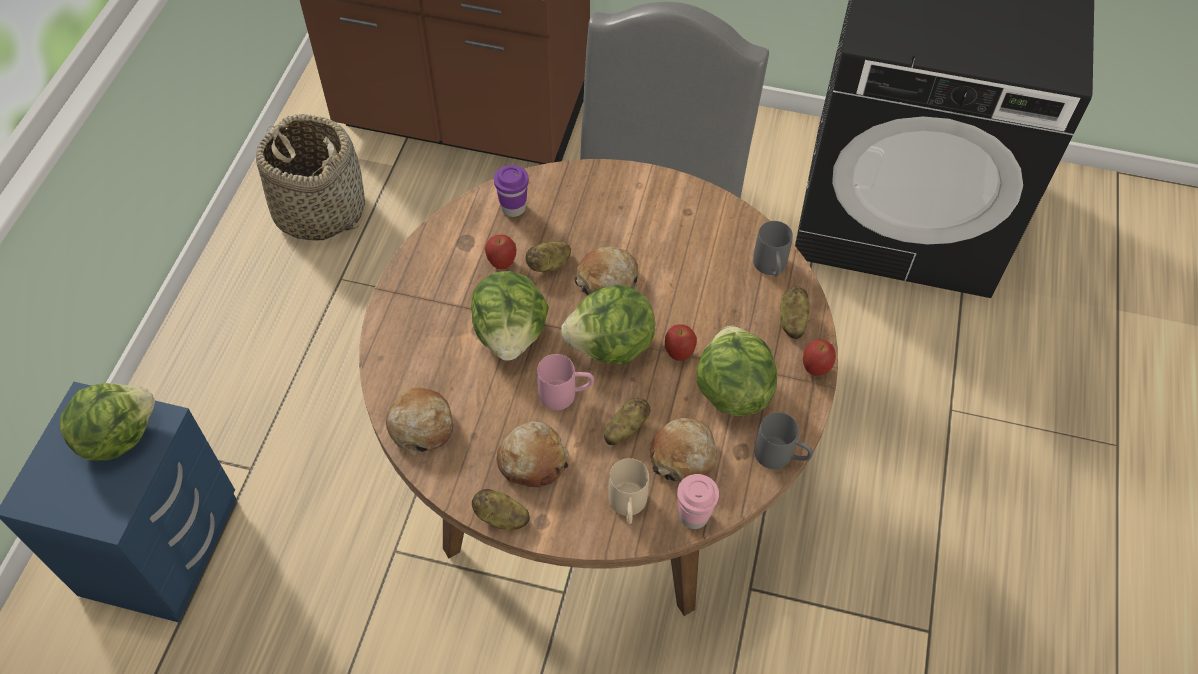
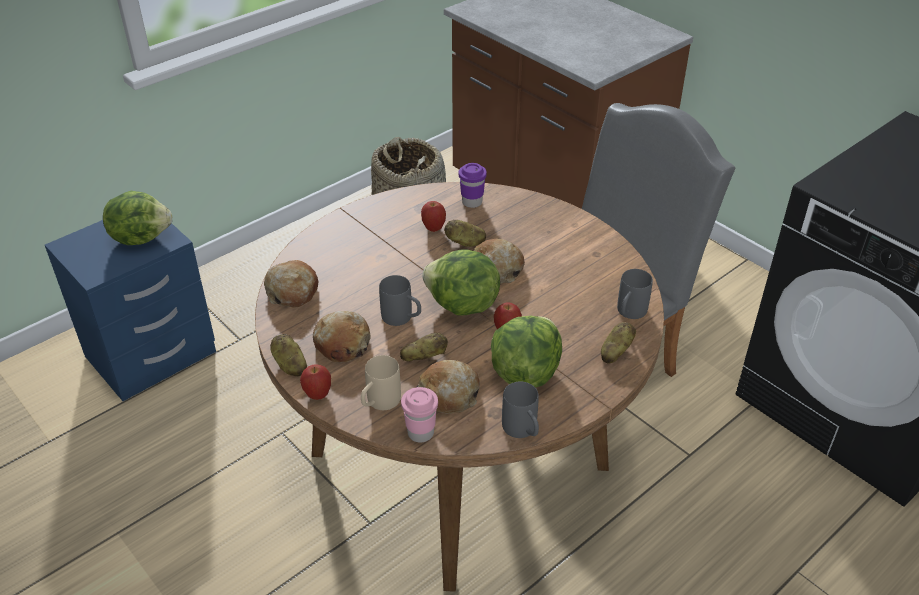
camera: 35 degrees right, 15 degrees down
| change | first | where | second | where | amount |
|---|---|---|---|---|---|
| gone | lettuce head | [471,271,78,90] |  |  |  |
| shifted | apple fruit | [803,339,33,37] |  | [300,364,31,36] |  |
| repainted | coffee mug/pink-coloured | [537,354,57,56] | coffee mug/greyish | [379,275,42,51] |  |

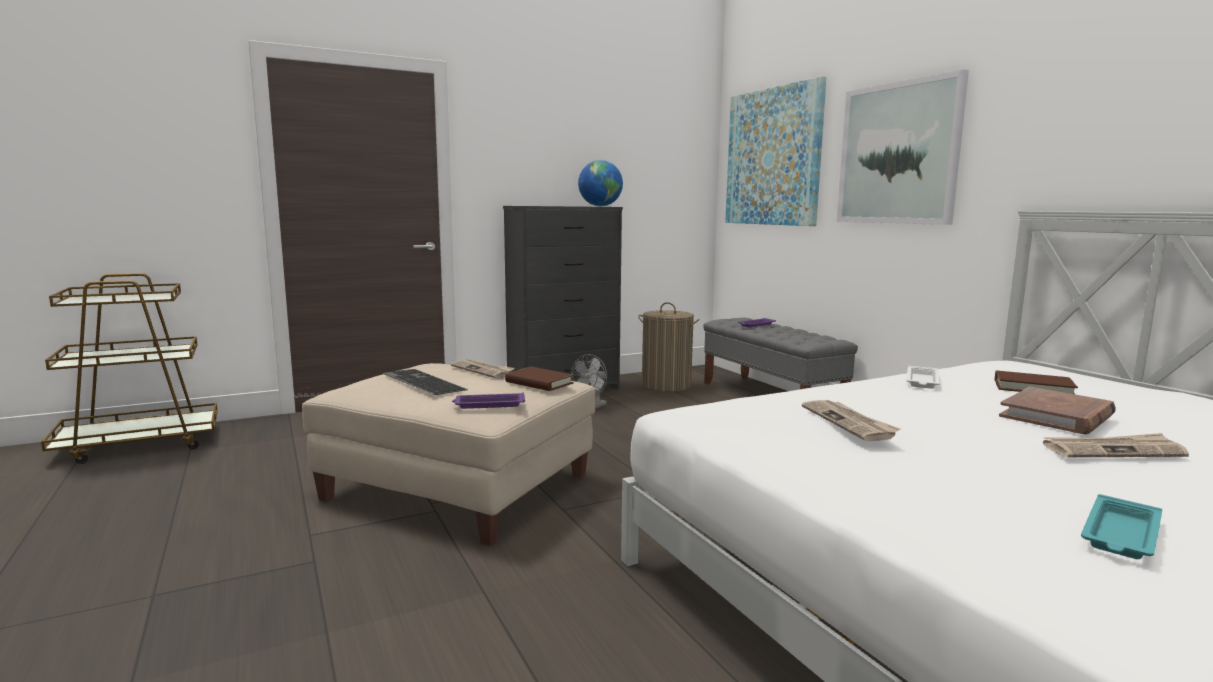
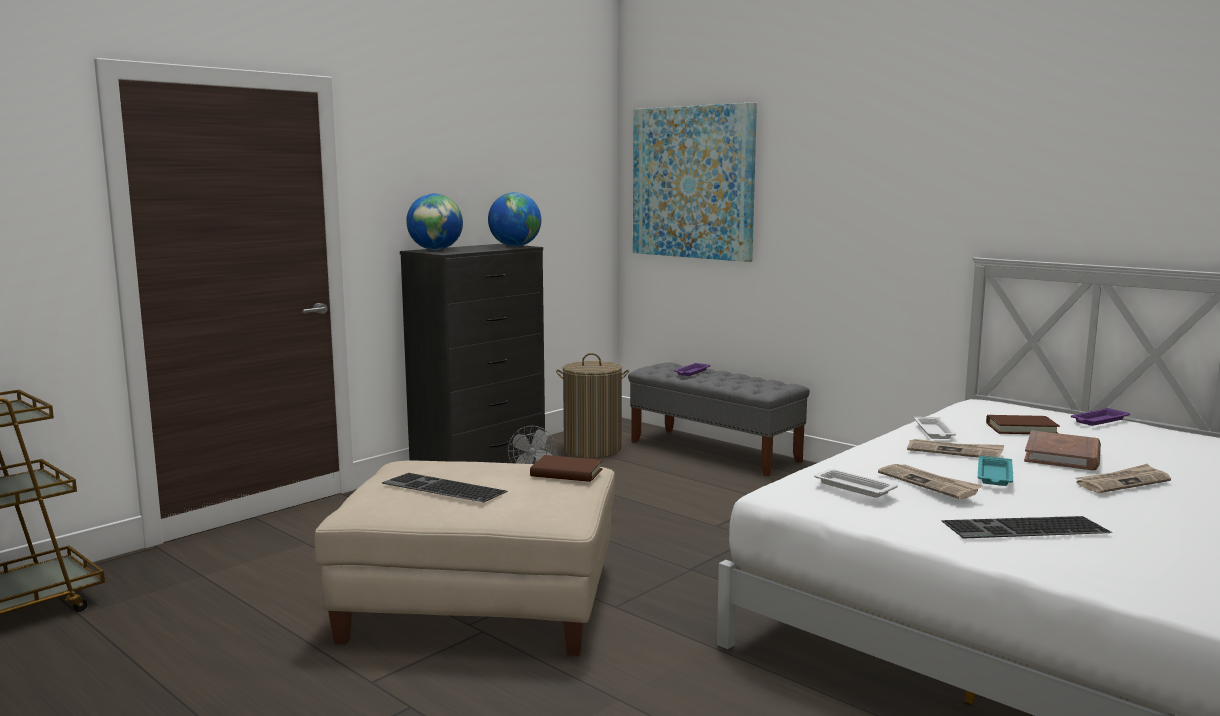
camera: 20 degrees left, 0 degrees up
| change | first | where | second | where | amount |
|---|---|---|---|---|---|
| gone | wall art | [837,69,132,156] |  |  |  |
| shifted | printed paper | [451,359,64,19] |  | [907,439,97,19] |  |
| shifted | carrying tray/purple | [452,392,73,17] |  | [1071,408,59,18] |  |
| shifted | carrying tray/turquoise-coloured | [1081,494,81,65] |  | [978,456,35,30] |  |
| new |  |  | world globe | [406,193,57,57] |  |
| new |  |  | carrying tray/white | [814,469,84,29] |  |
| new |  |  | keyboard | [941,516,172,23] |  |

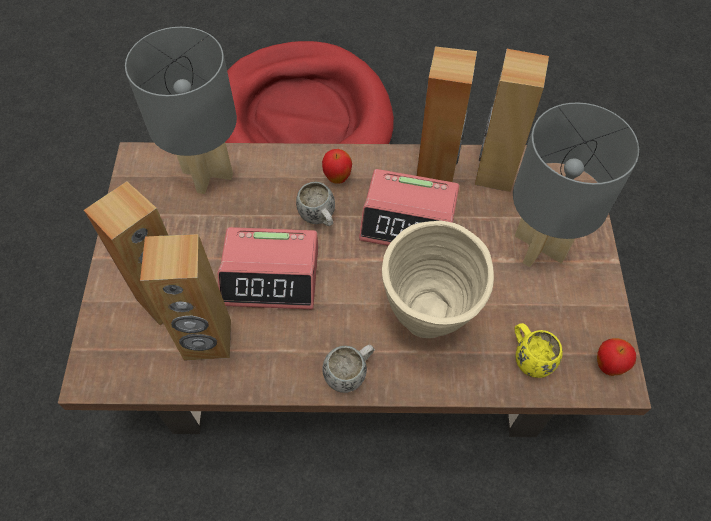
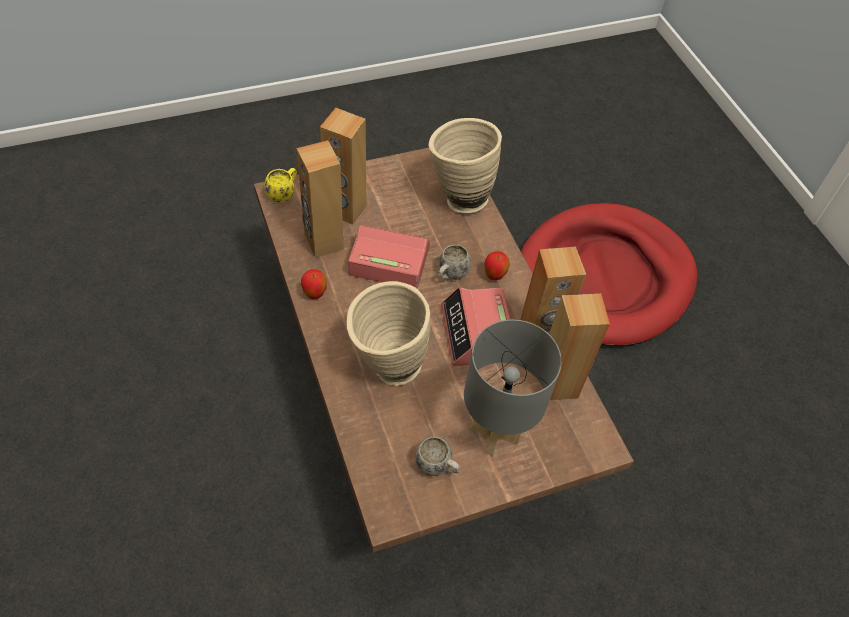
camera: 65 degrees right, 5 degrees down
| change | first | where | second | where | amount |
|---|---|---|---|---|---|
| swapped | tabletop lamp/greyish | [125,27,112,167] | flower vase/beige-coloured | [429,118,73,95] |  |
| rotated | bedside clock | [217,227,101,82] |  | [348,225,82,63] | 120 degrees clockwise |
| shifted | coffee mug/yellow | [514,323,49,55] |  | [265,168,32,34] |  |
| shifted | apple fruit | [597,338,39,38] |  | [301,269,26,30] |  |
| shifted | coffee mug/white | [322,344,53,49] |  | [415,436,45,40] |  |

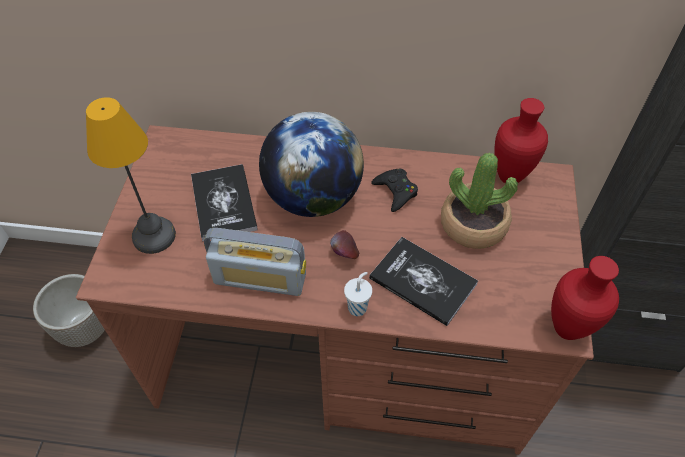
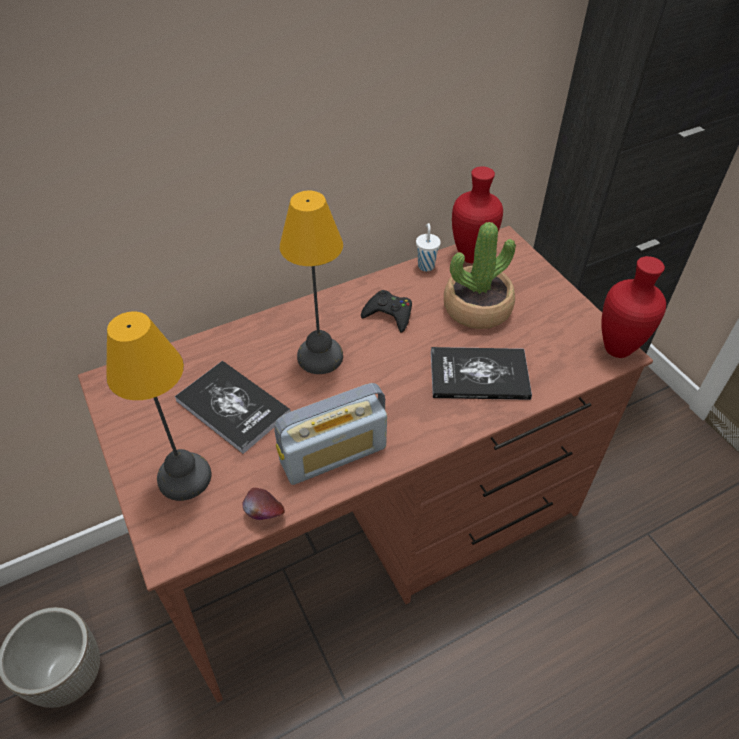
camera: 35 degrees left, 5 degrees down
| change | first | where | second | where | amount |
|---|---|---|---|---|---|
| swapped | world globe | [259,112,105,105] | tabletop lamp | [280,191,63,183] |  |
| shifted | apple fruit | [330,230,29,29] |  | [242,488,43,32] |  |
| shifted | drinking cup/white | [344,272,28,44] |  | [416,223,25,49] |  |

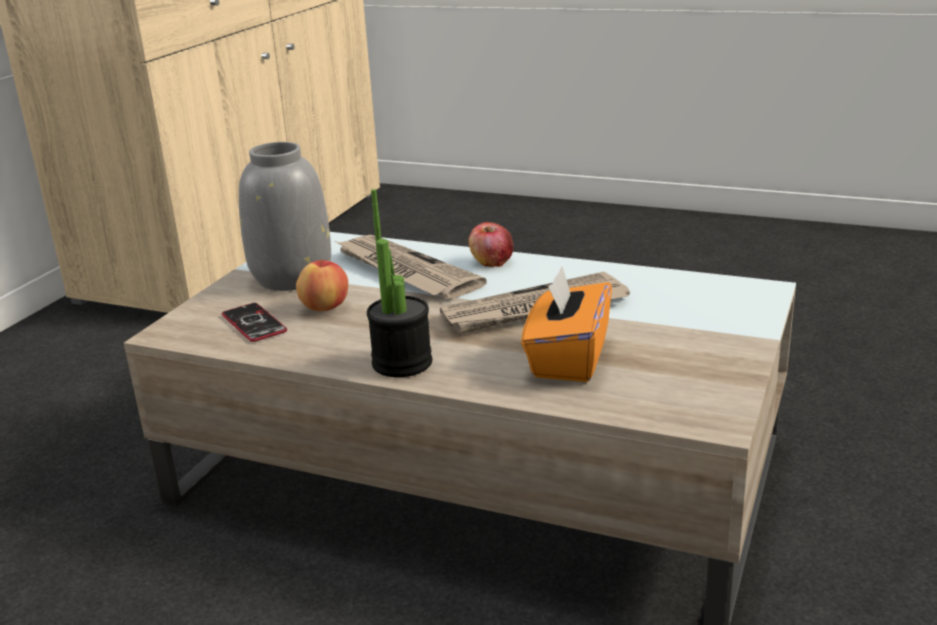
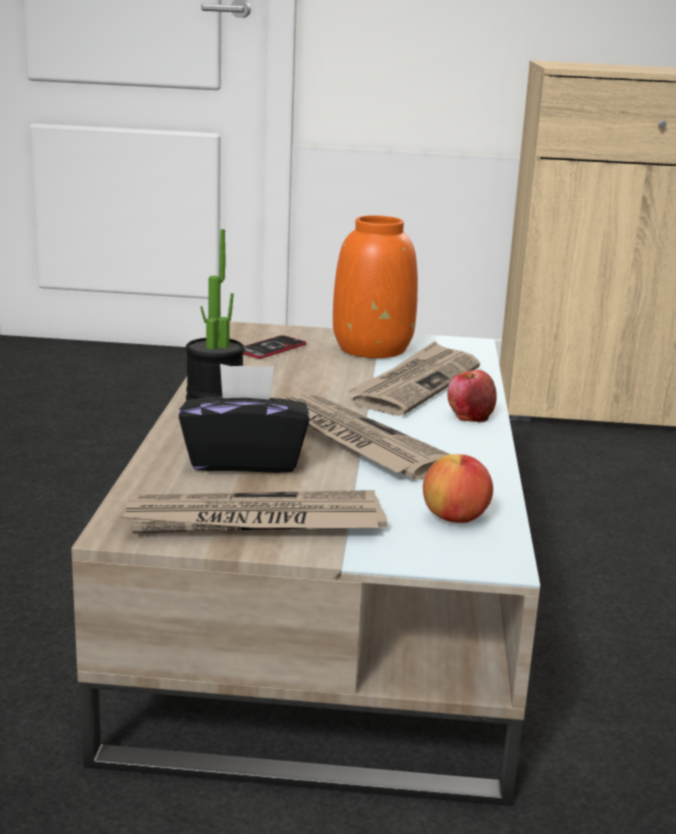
camera: 70 degrees right, 5 degrees down
| change | first | where | second | where | amount |
|---|---|---|---|---|---|
| repainted | flower vase/greyish | [239,142,92,149] | flower vase/orange-coloured | [333,215,85,143] |  |
| shifted | apple fruit | [296,259,52,52] |  | [423,454,70,69] |  |
| repainted | tissue holder/orange-coloured | [521,267,91,115] | tissue holder/black | [179,364,131,109] |  |
| new |  |  | printed paper | [121,490,266,44] |  |

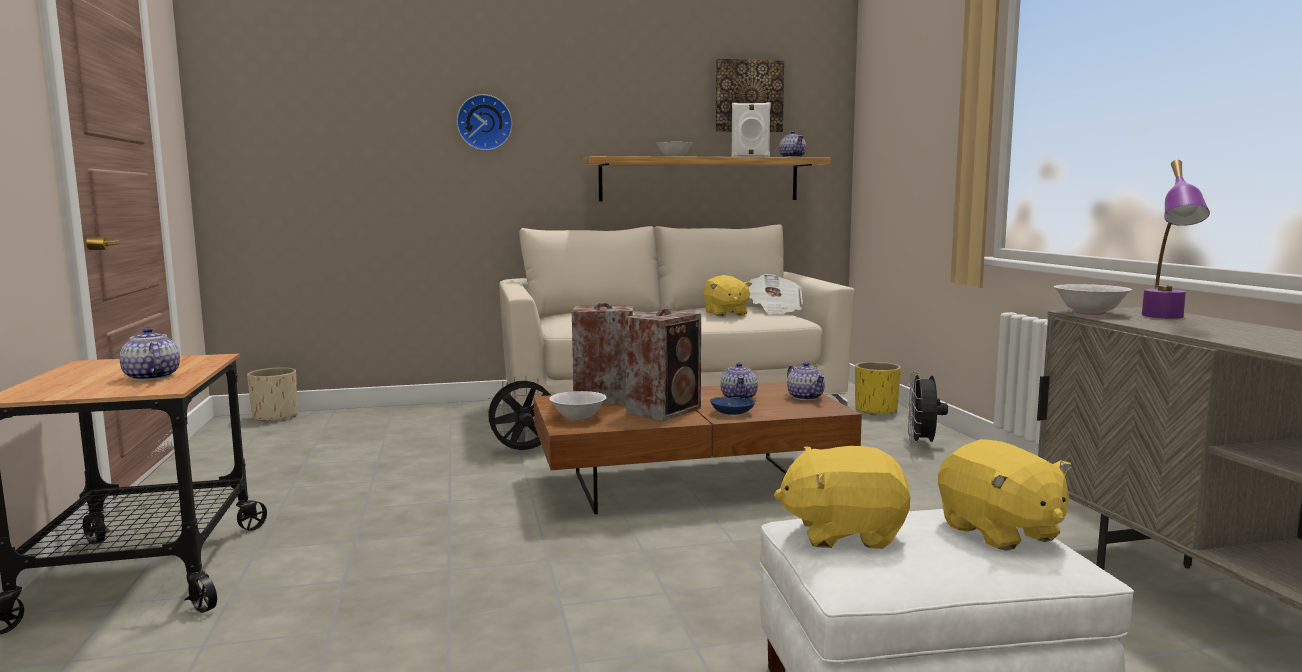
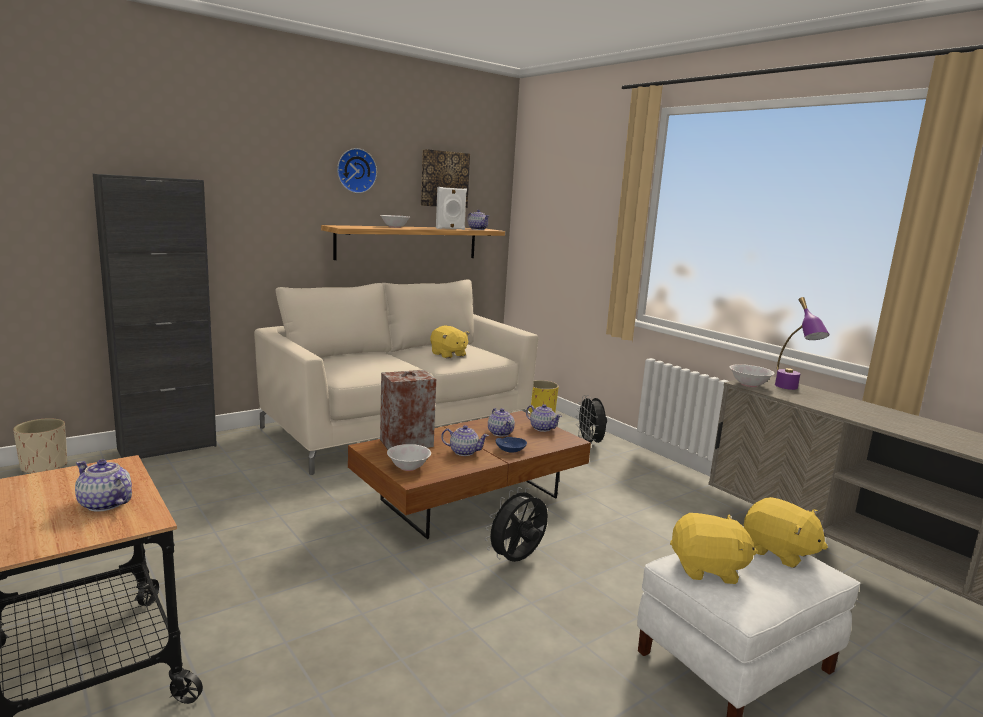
camera: 25 degrees left, 5 degrees up
| change | first | where | second | where | amount |
|---|---|---|---|---|---|
| shifted | clock on the wall | [457,94,55,57] |  | [337,148,40,45] |  |
| gone | printed paper | [749,274,54,41] |  |  |  |
| swapped | loudspeaker | [625,309,76,112] | pot for tea | [441,425,48,31] |  |
| shifted | fan/black | [483,375,72,76] |  | [485,487,63,75] |  |
| rotated | plush toy/yellow | [774,446,136,103] |  | [670,513,87,71] | 150 degrees counterclockwise |
| new |  |  | cupboard/black | [93,174,124,285] |  |

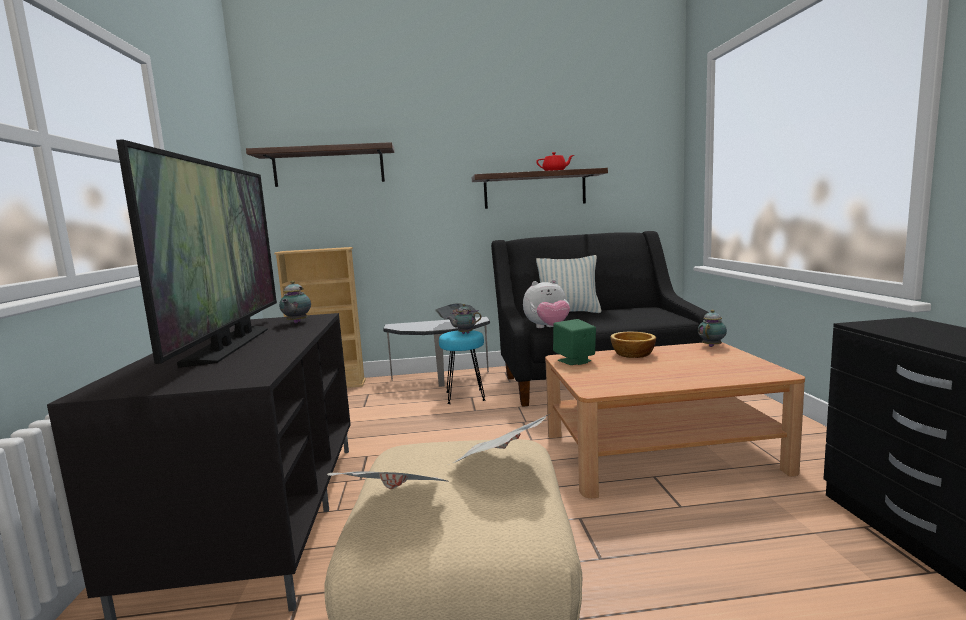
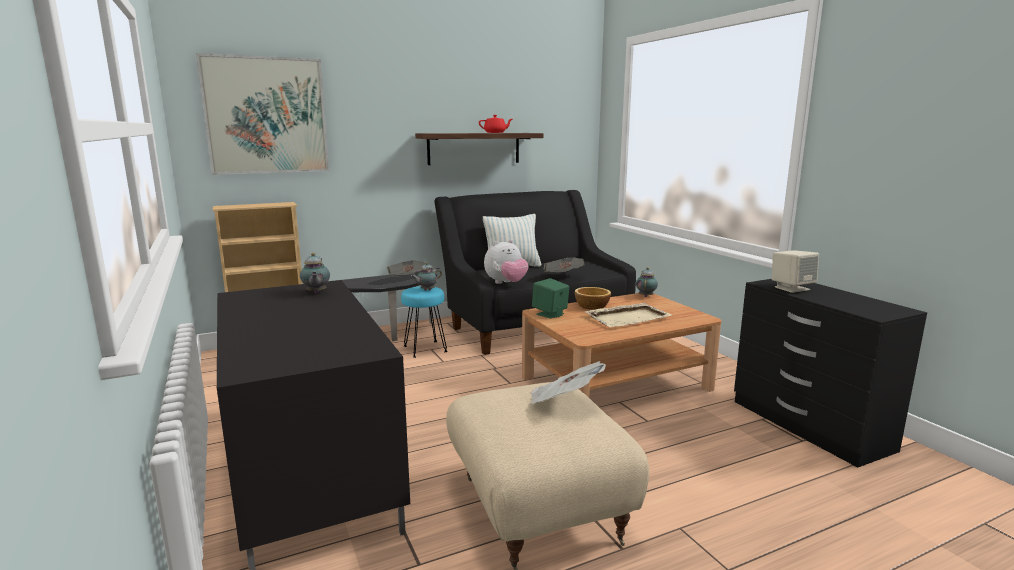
camera: 20 degrees left, 5 degrees up
| change | first | where | second | where | amount |
|---|---|---|---|---|---|
| gone | TV | [116,140,161,227] |  |  |  |
| swapped | wall shelf | [246,142,149,45] | wall art | [196,53,133,122] |  |
| shifted | printed paper | [328,471,122,18] |  | [543,257,42,15] |  |
| new |  |  | loudspeaker/beige-coloured | [772,250,47,43] |  |
| new |  |  | carrying tray/beige-coloured | [585,303,87,24] |  |

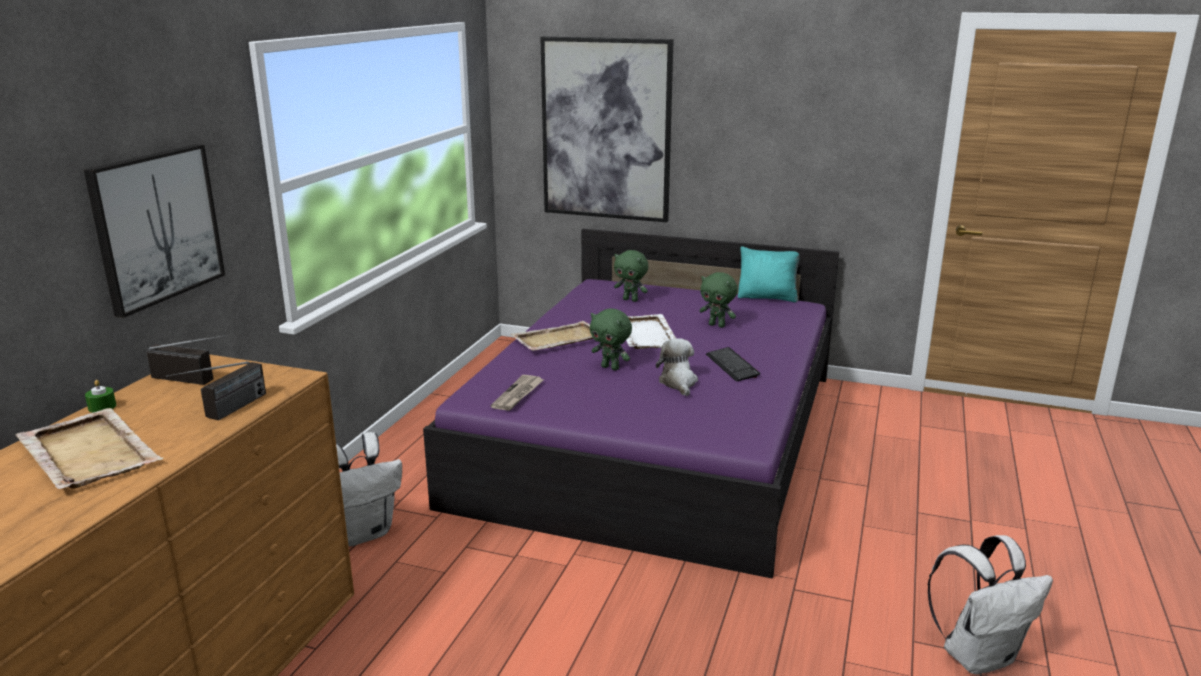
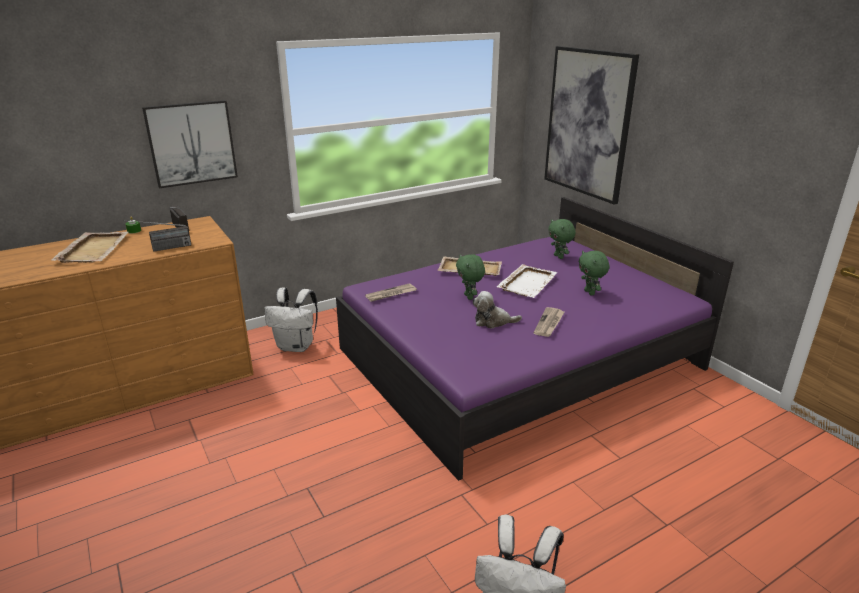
camera: 40 degrees right, 5 degrees up
| change | first | where | second | where | amount |
|---|---|---|---|---|---|
| gone | cushion/turquoise-coloured | [738,246,62,57] |  |  |  |
| rotated | plush toy | [656,338,42,58] |  | [473,291,49,38] | 120 degrees counterclockwise |
| swapped | keyboard | [706,347,54,35] | printed paper | [534,307,30,30] |  |

